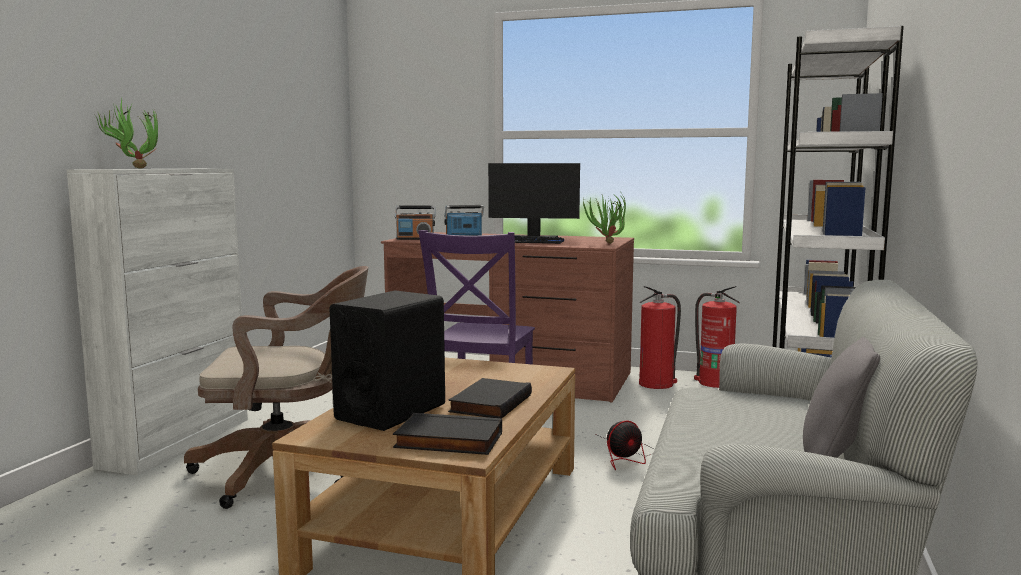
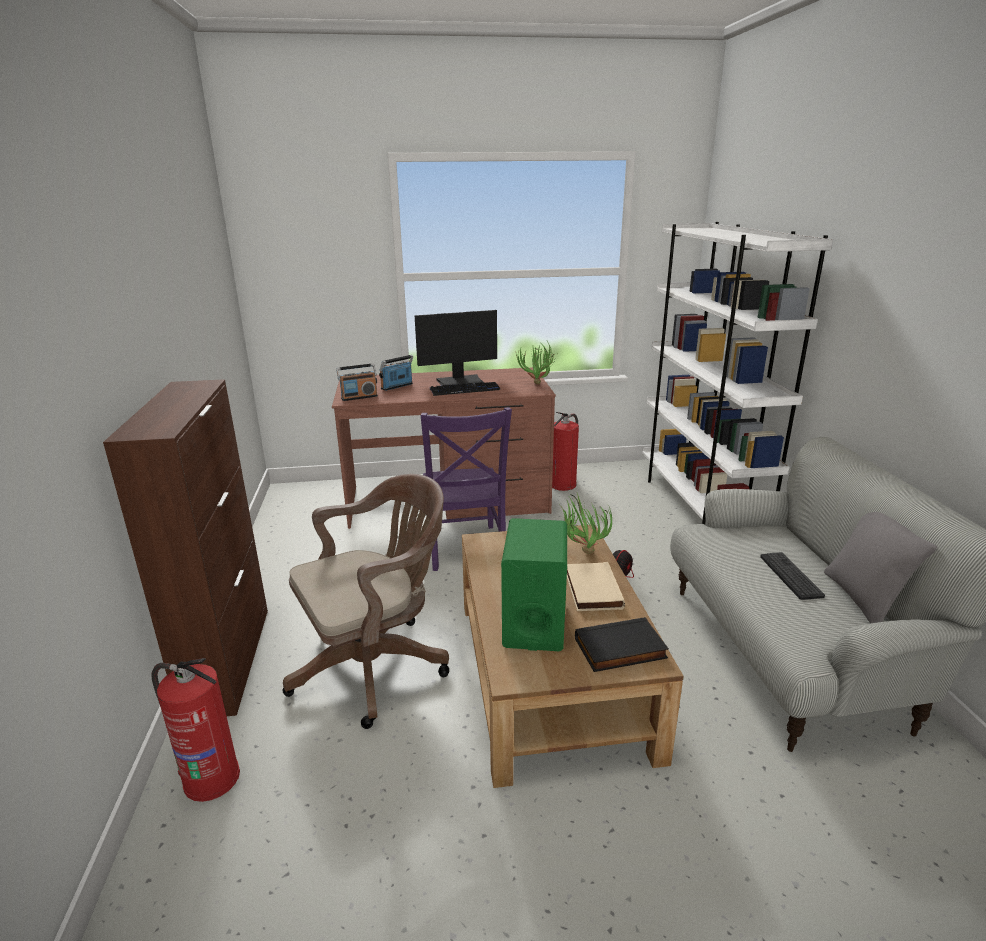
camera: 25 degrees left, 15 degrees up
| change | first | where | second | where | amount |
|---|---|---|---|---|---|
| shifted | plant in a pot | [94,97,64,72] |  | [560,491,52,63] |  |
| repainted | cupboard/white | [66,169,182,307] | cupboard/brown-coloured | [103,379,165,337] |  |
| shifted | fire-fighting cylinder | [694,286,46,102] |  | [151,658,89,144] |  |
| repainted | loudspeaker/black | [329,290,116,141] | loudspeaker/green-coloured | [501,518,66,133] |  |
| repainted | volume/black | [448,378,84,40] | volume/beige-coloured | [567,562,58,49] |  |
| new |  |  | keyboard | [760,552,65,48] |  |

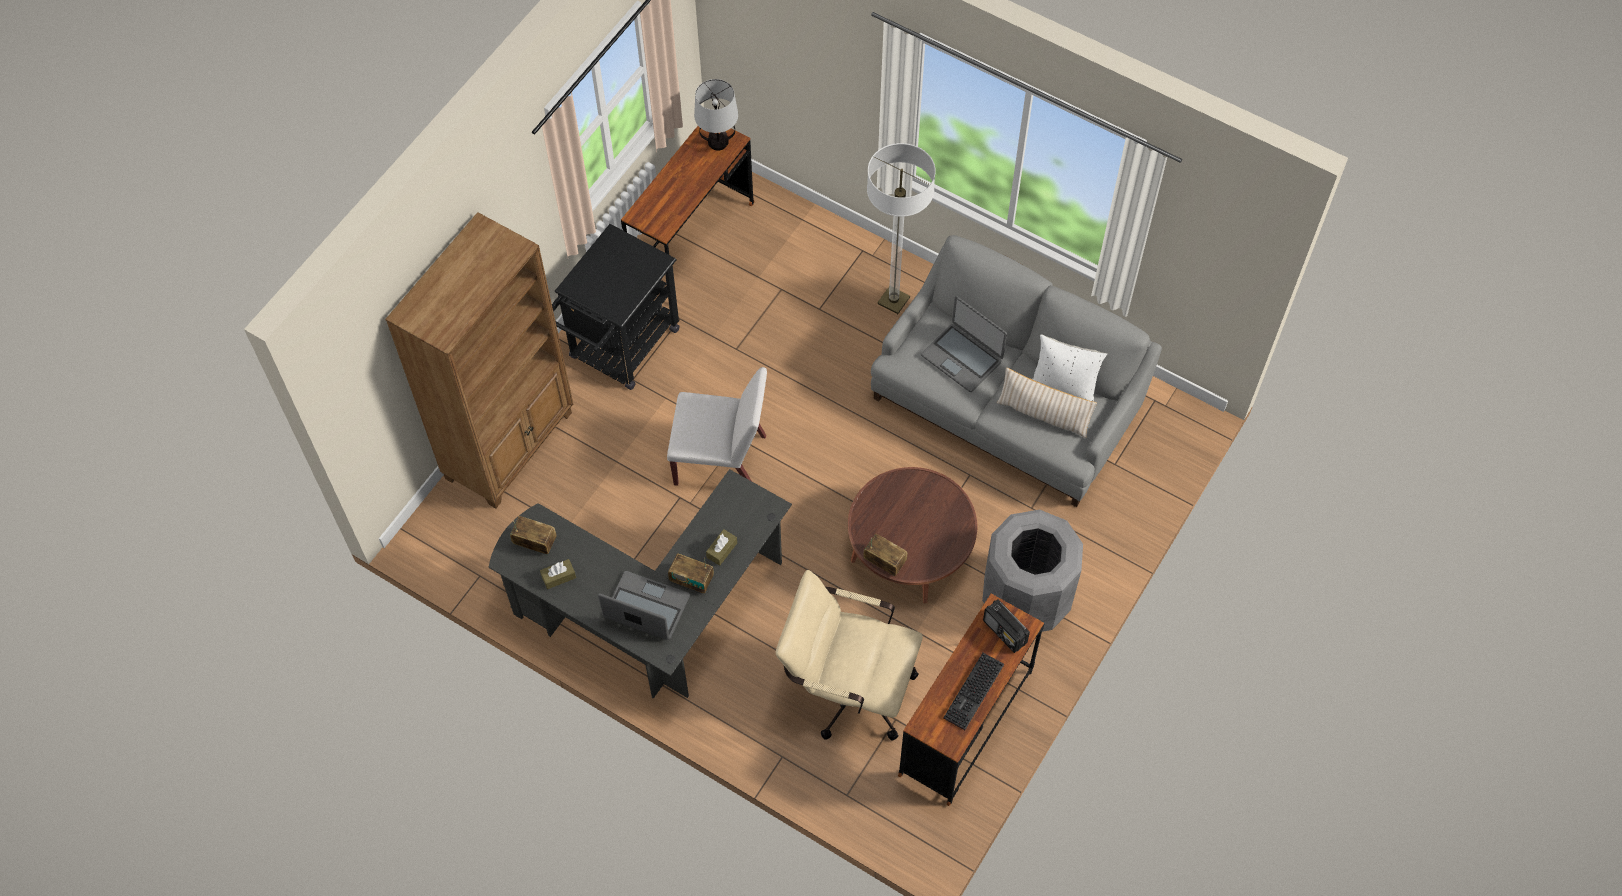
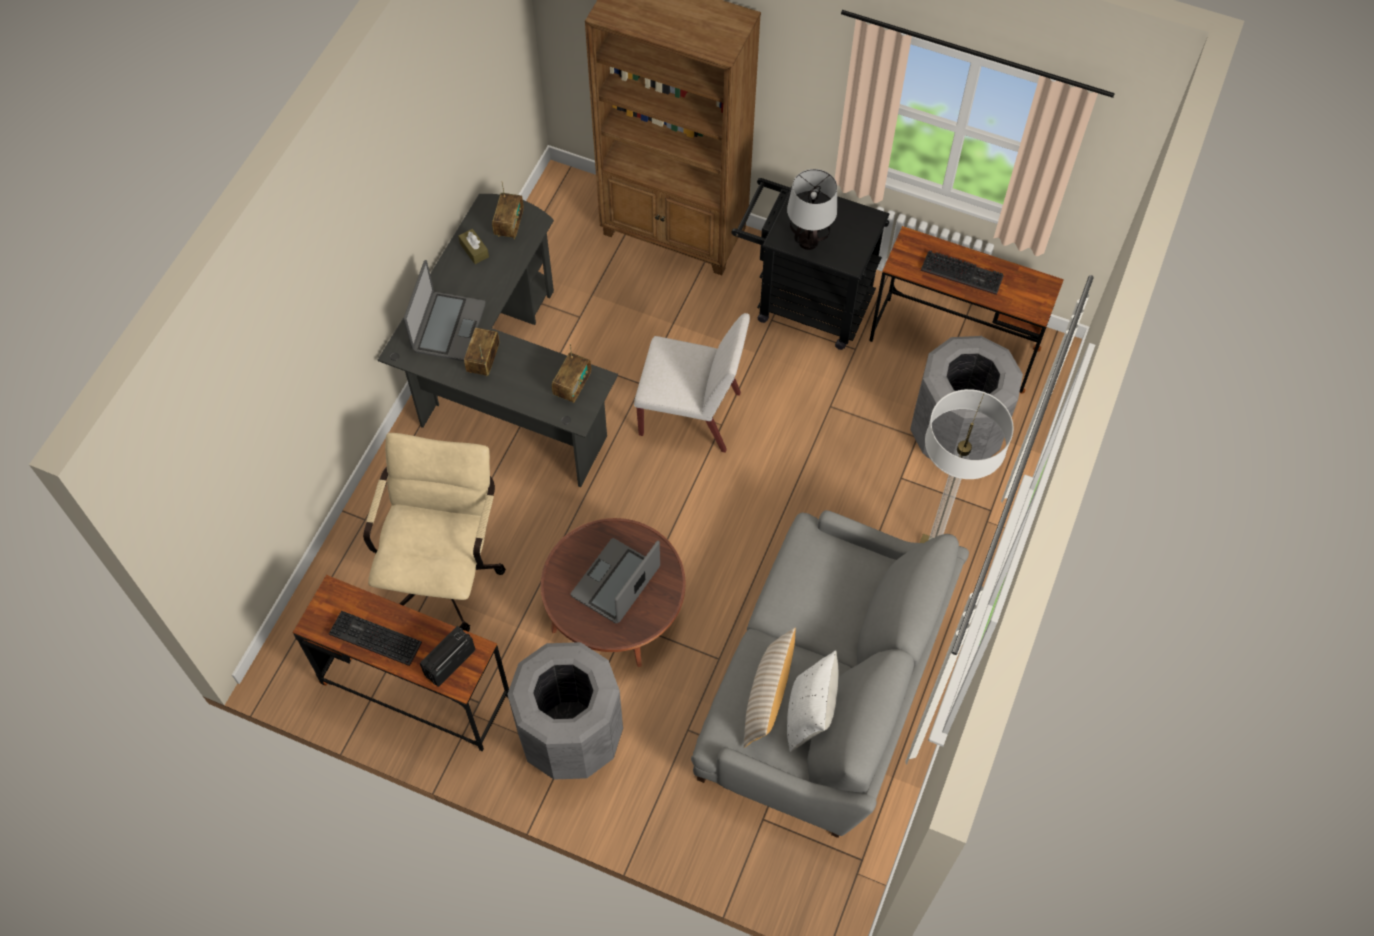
camera: 80 degrees right, 0 degrees up
| change | first | where | second | where | amount |
|---|---|---|---|---|---|
| shifted | tabletop lamp | [694,79,44,72] |  | [787,169,50,81] |  |
| shifted | portable computer | [921,296,86,96] |  | [571,538,89,85] |  |
| rotated | chair/white | [667,367,100,119] |  | [634,313,116,140] | 75 degrees counterclockwise |
| gone | tissue holder/brown-coloured | [706,529,31,37] |  |  |  |
| shifted | radio set | [863,534,44,42] |  | [552,344,39,59] |  |
| new |  |  | keyboard | [921,250,83,45] |  |
| new |  |  | rubbish bin/greyish | [910,336,113,124] |  |

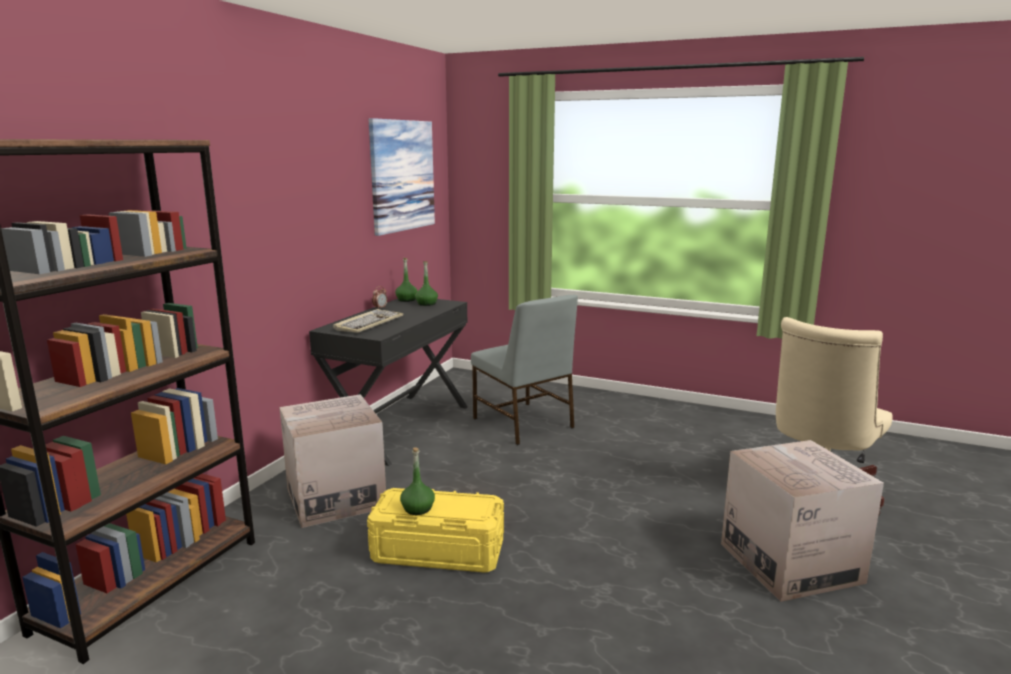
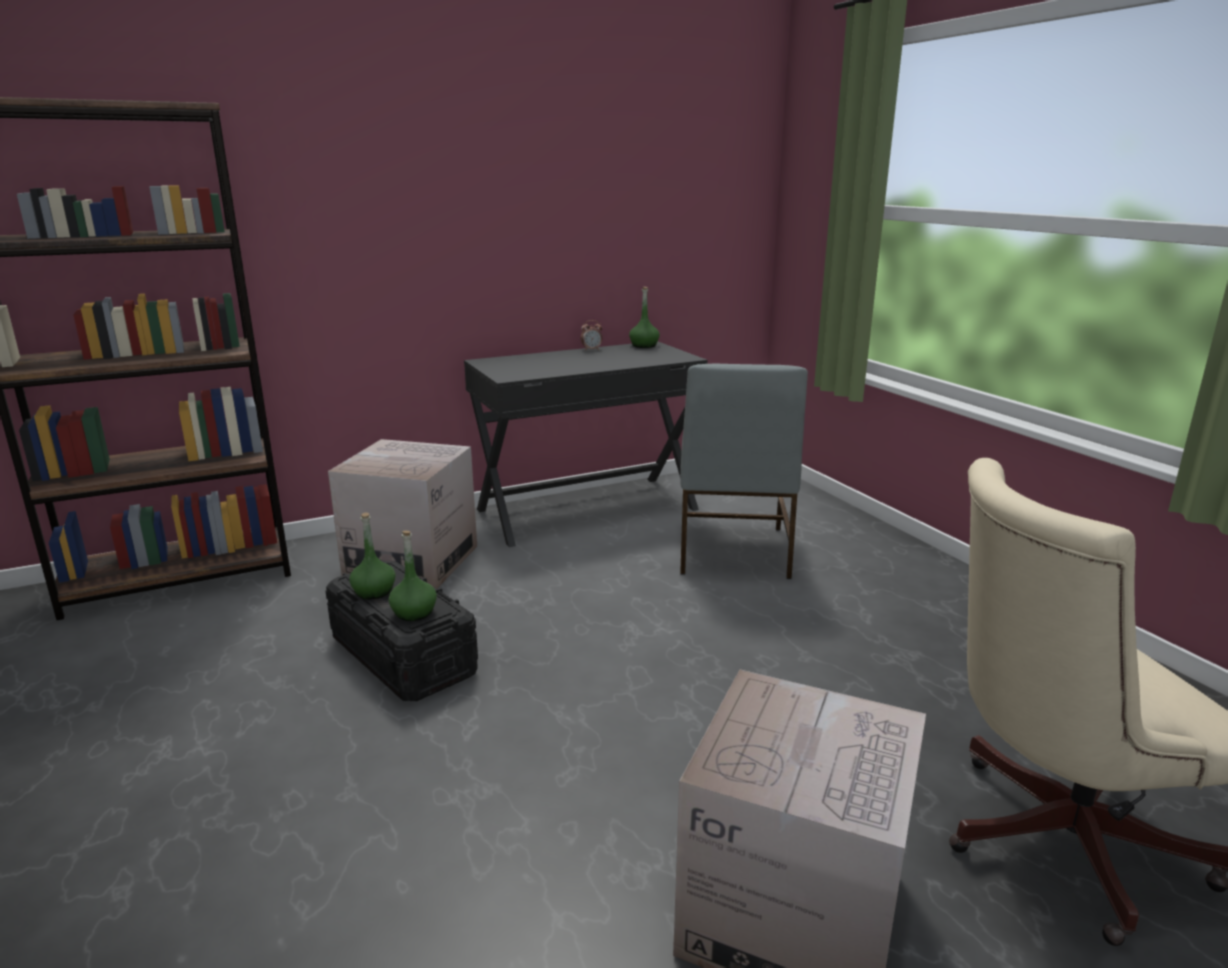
camera: 40 degrees right, 5 degrees up
| change | first | where | second | where | amount |
|---|---|---|---|---|---|
| gone | wall art | [369,118,66,118] |  |  |  |
| shifted | drink bottle/green-coloured | [415,261,23,45] |  | [388,531,49,90] |  |
| gone | keyboard | [333,309,70,24] |  |  |  |
| repainted | storage box/yellow | [367,488,137,85] | storage box/black | [326,561,152,140] |  |

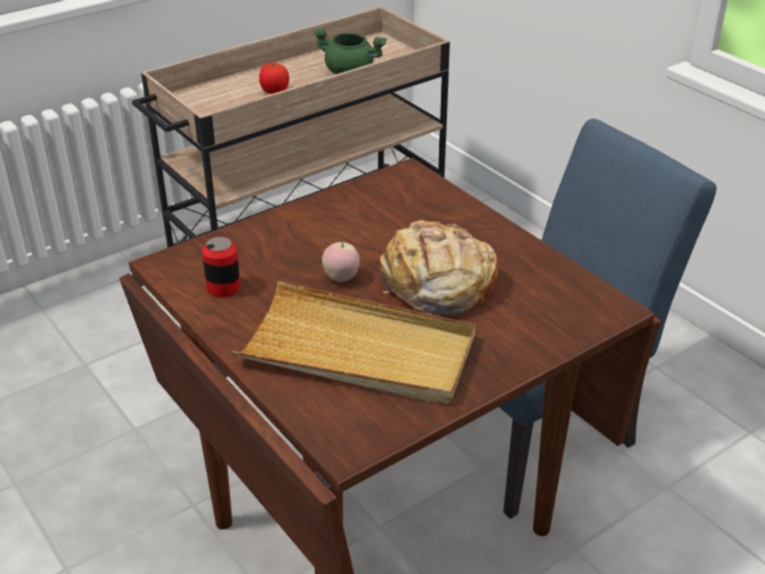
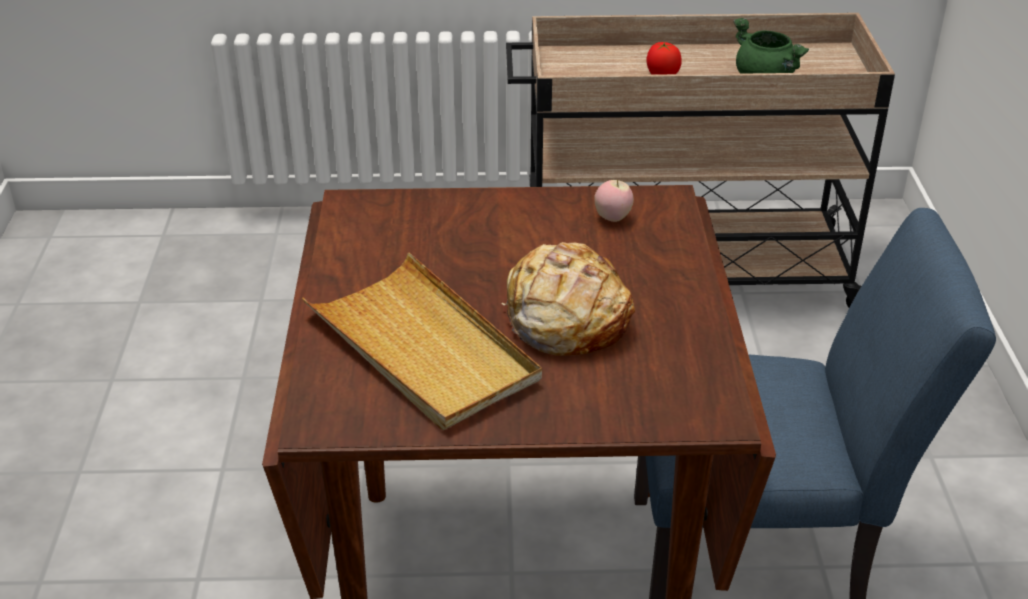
camera: 35 degrees right, 0 degrees up
| change | first | where | second | where | amount |
|---|---|---|---|---|---|
| gone | sealed can | [202,237,39,60] |  |  |  |
| shifted | apple fruit | [322,242,38,40] |  | [594,179,40,43] |  |

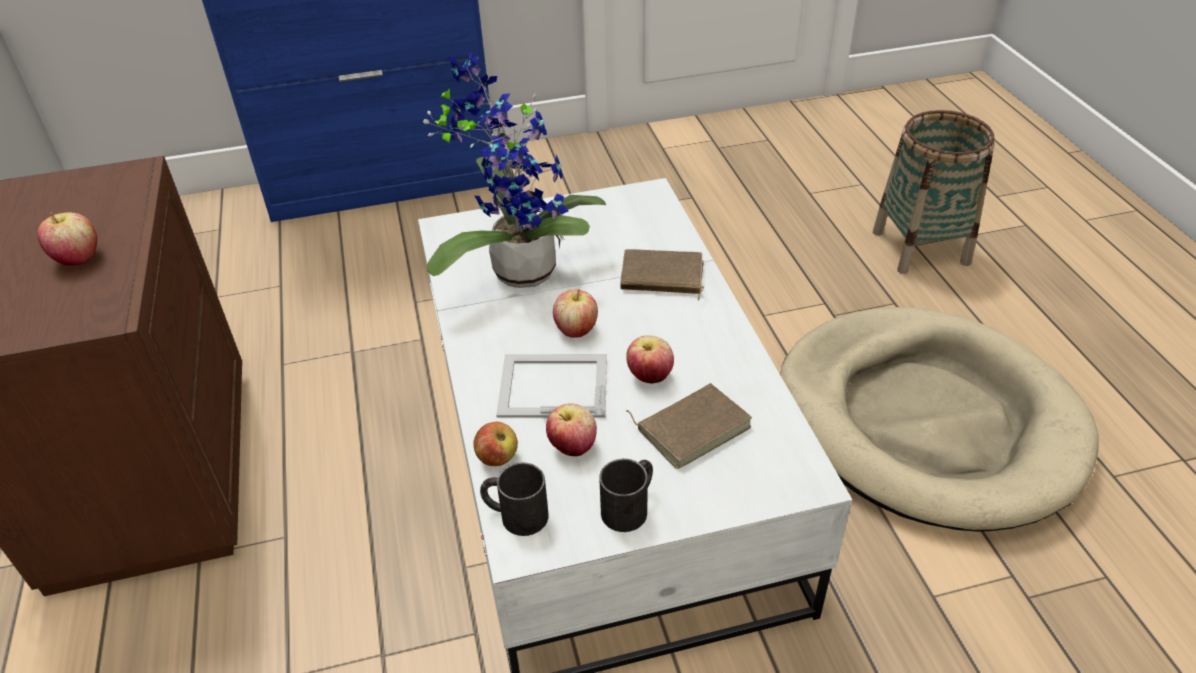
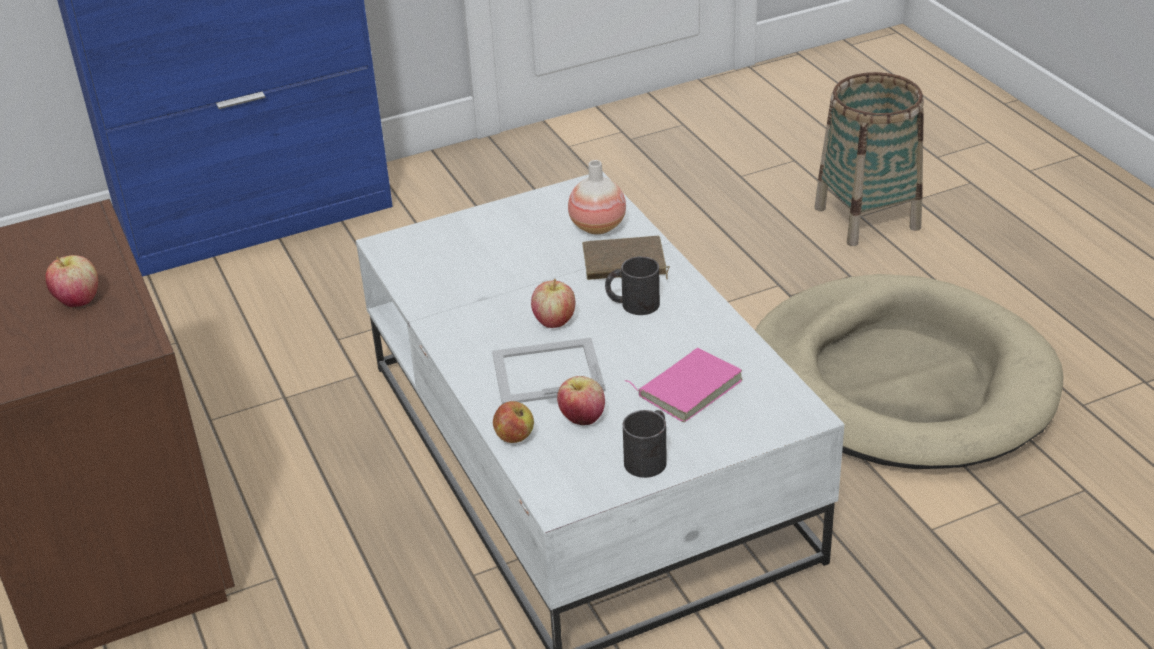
camera: 10 degrees left, 5 degrees down
| change | first | where | second | where | amount |
|---|---|---|---|---|---|
| gone | plant in a pot | [423,52,183,236] |  |  |  |
| gone | apple fruit | [626,335,48,48] |  |  |  |
| repainted | volume/brown-coloured | [626,383,126,86] | volume/pink-coloured | [625,348,117,74] |  |
| shifted | coffee mug/black | [480,462,69,74] |  | [605,256,55,59] |  |
| new |  |  | flower vase | [568,160,58,74] |  |

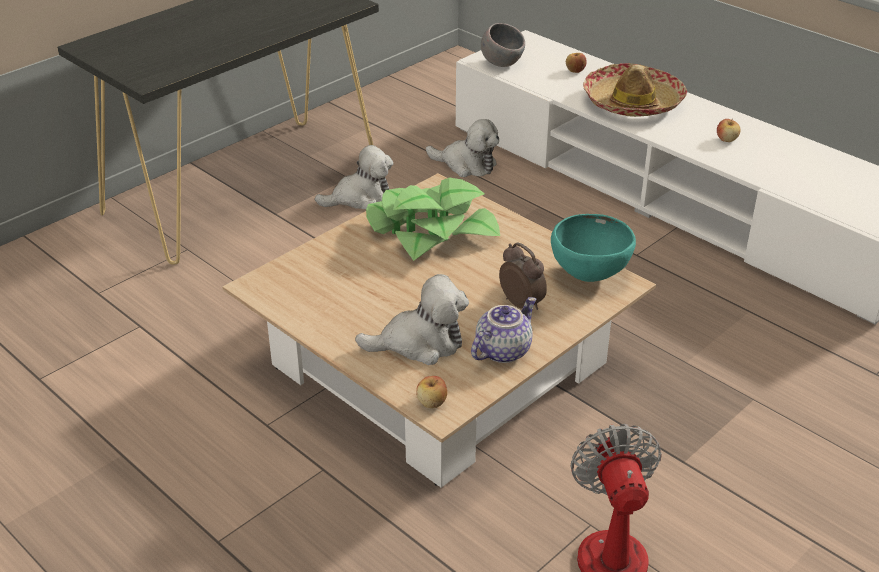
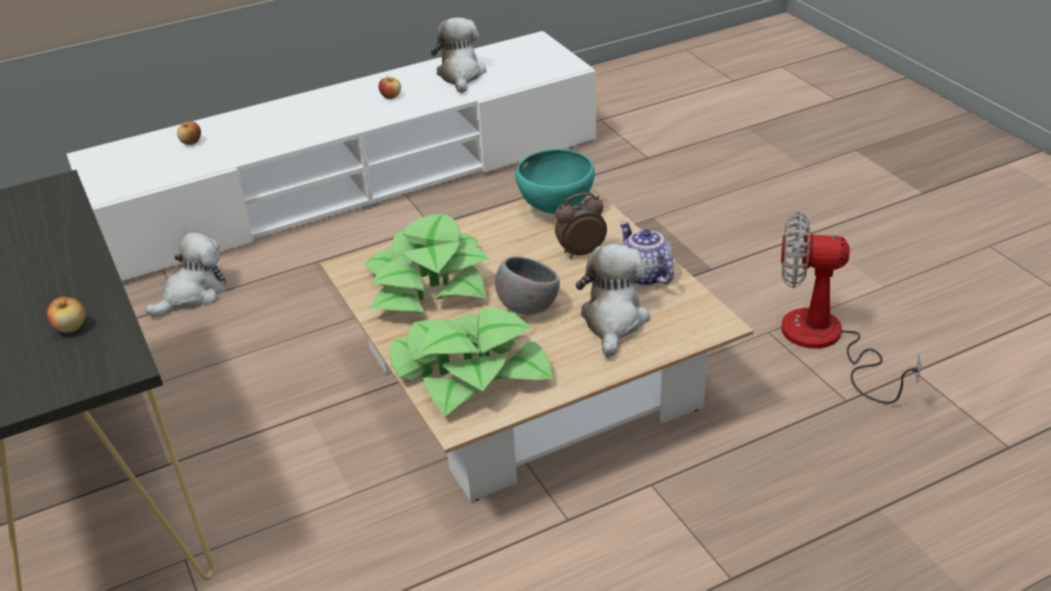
camera: 70 degrees left, 0 degrees up
| change | first | where | second | where | amount |
|---|---|---|---|---|---|
| shifted | bowl/greyish | [481,23,44,44] |  | [495,256,65,59] |  |
| gone | hat | [583,63,104,54] |  |  |  |
| shifted | plush toy | [315,145,78,64] |  | [431,18,55,75] |  |
| shifted | apple fruit | [416,376,31,32] |  | [47,296,39,37] |  |
| new |  |  | plant in a pot | [390,307,162,110] |  |

